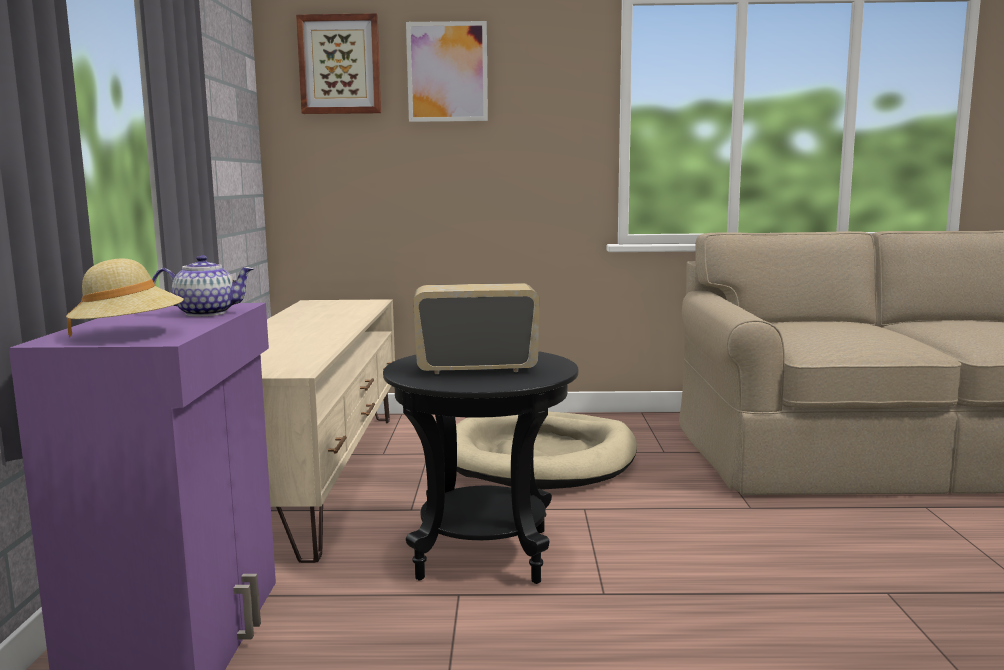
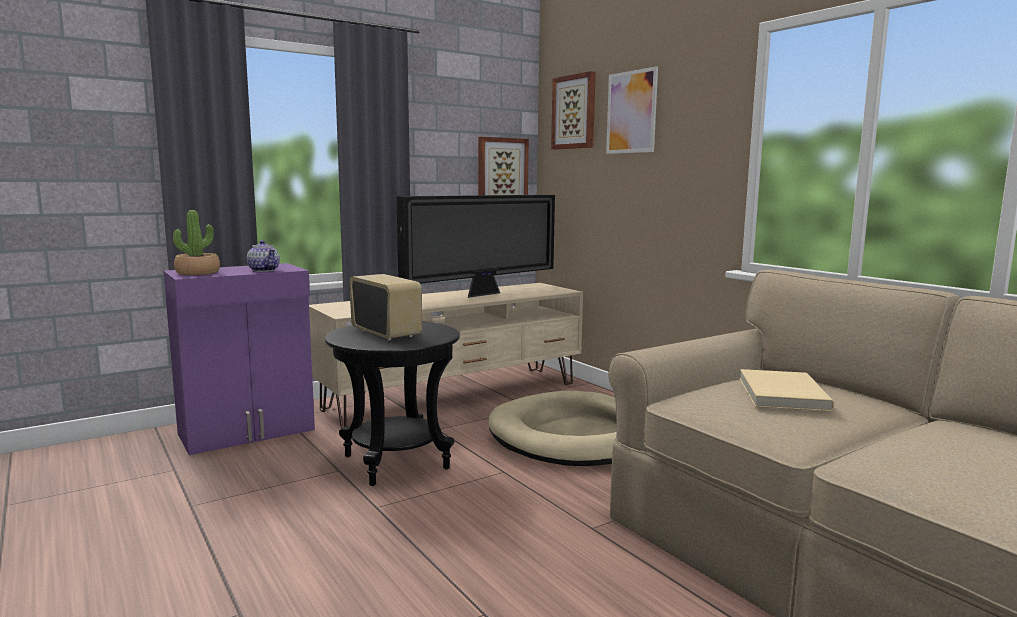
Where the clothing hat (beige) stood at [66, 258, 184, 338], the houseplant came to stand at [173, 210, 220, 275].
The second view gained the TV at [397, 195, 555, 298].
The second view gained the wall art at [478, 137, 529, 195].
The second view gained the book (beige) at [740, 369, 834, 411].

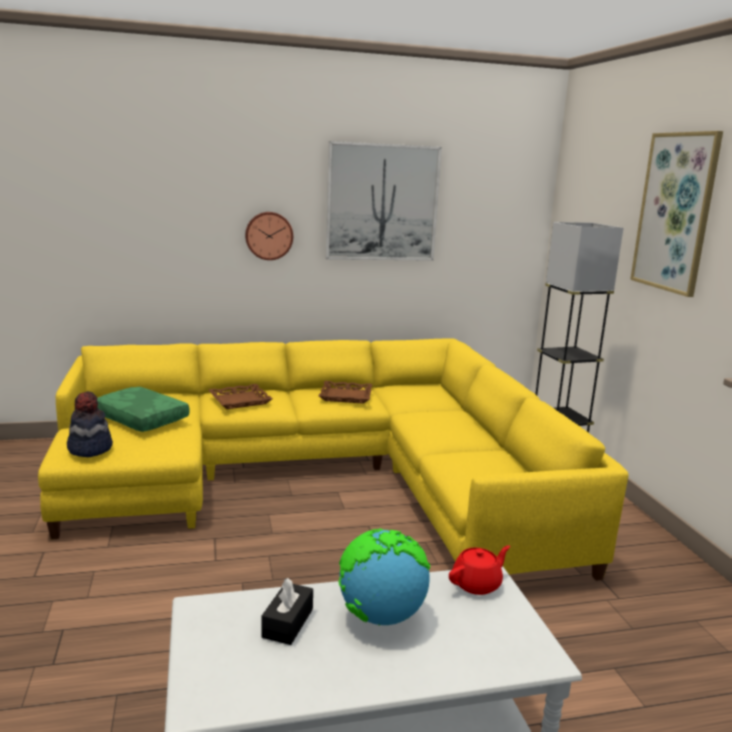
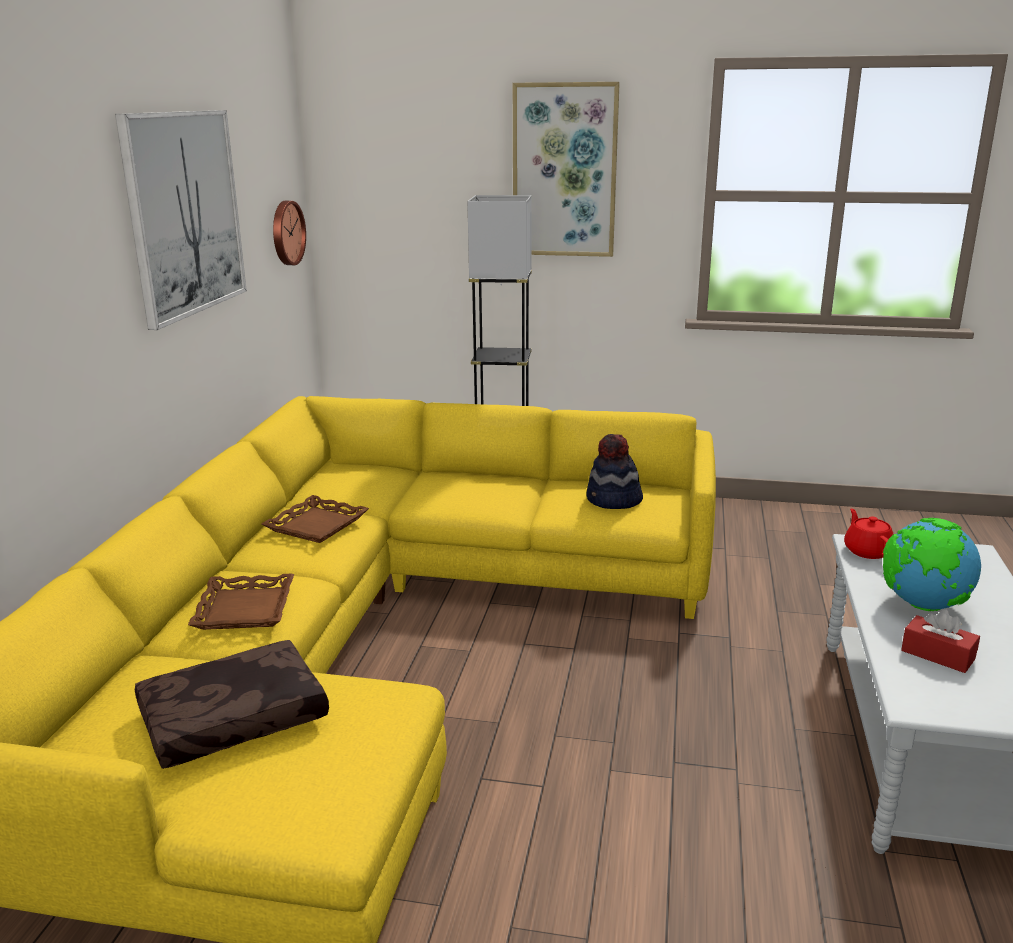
The clothing hat ended up elsewhere, having gone from [67, 391, 113, 457] to [586, 434, 643, 509].
What was the cushion (green-coloured) at [97, 387, 190, 432] turned into the cushion (brown-coloured) at [135, 640, 329, 769].
The clock on the wall ended up elsewhere, having gone from [245, 212, 293, 260] to [273, 201, 306, 265].
What was the tissue box (blackish) at [261, 578, 313, 645] turned into the tissue box (red) at [901, 609, 980, 673].

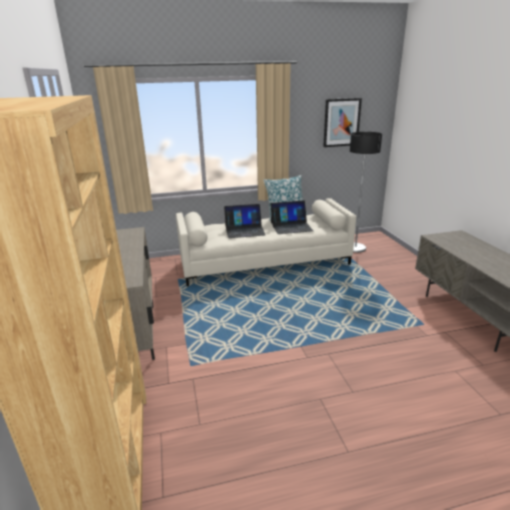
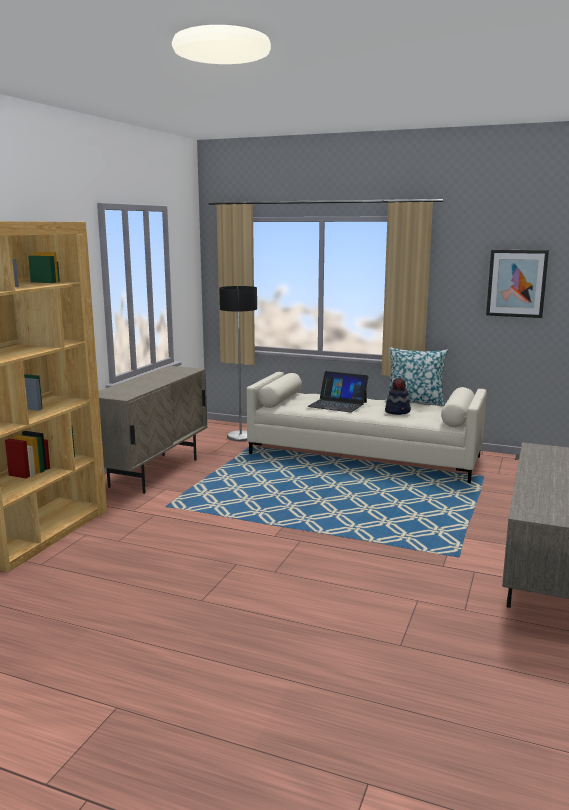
Where the portable computer stood at [270, 201, 313, 234], the clothing hat came to stand at [385, 377, 411, 415].
The floor lamp ended up elsewhere, having gone from [350, 132, 382, 253] to [219, 286, 257, 441].

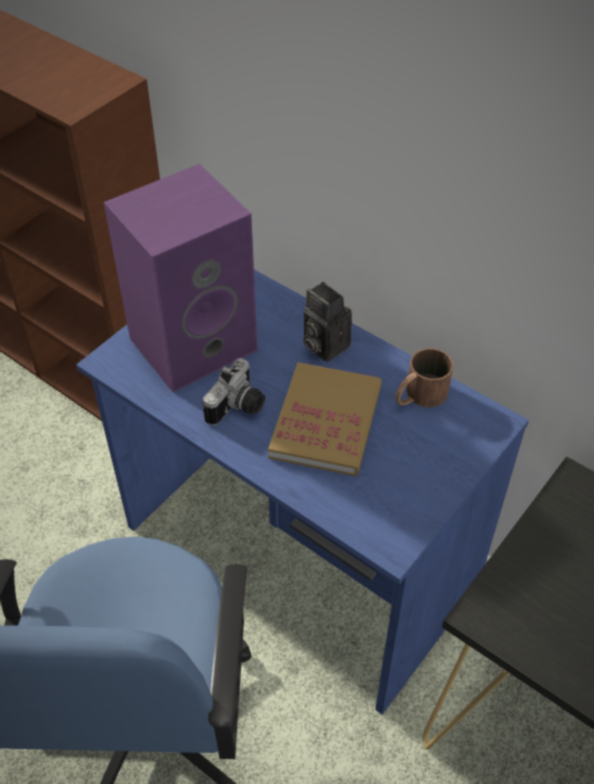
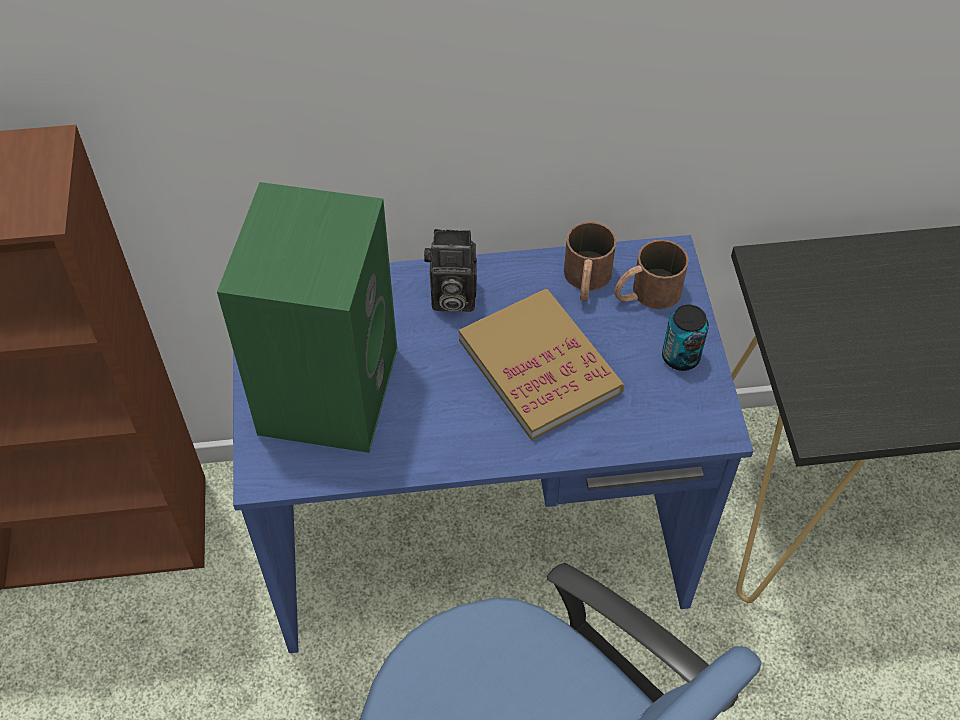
What was the speaker (purple) at [104, 164, 258, 393] turned into the speaker (green-coloured) at [217, 182, 397, 453].
The second view lost the still camera at [202, 358, 265, 426].
The second view gained the coffee mug (brown-coloured) at [614, 240, 688, 309].
The second view gained the sealed can at [662, 305, 709, 371].

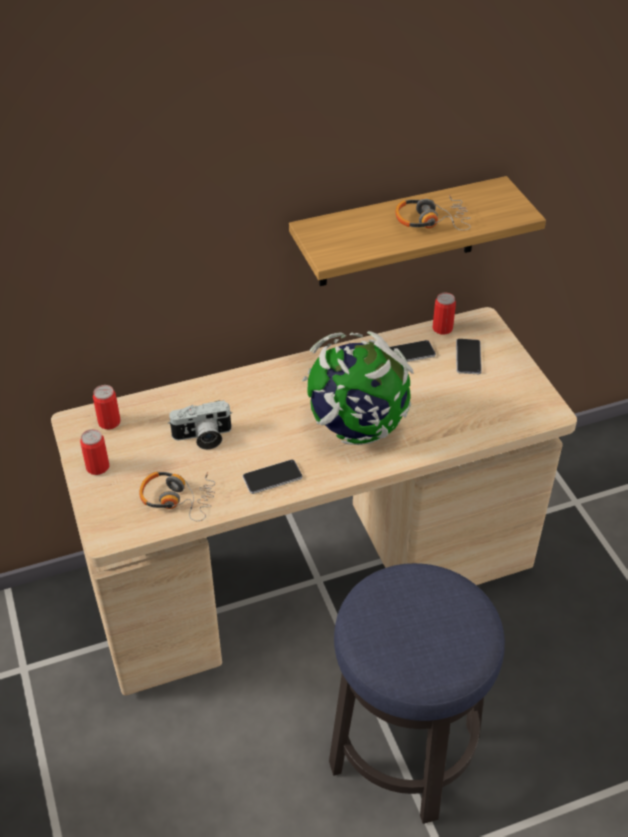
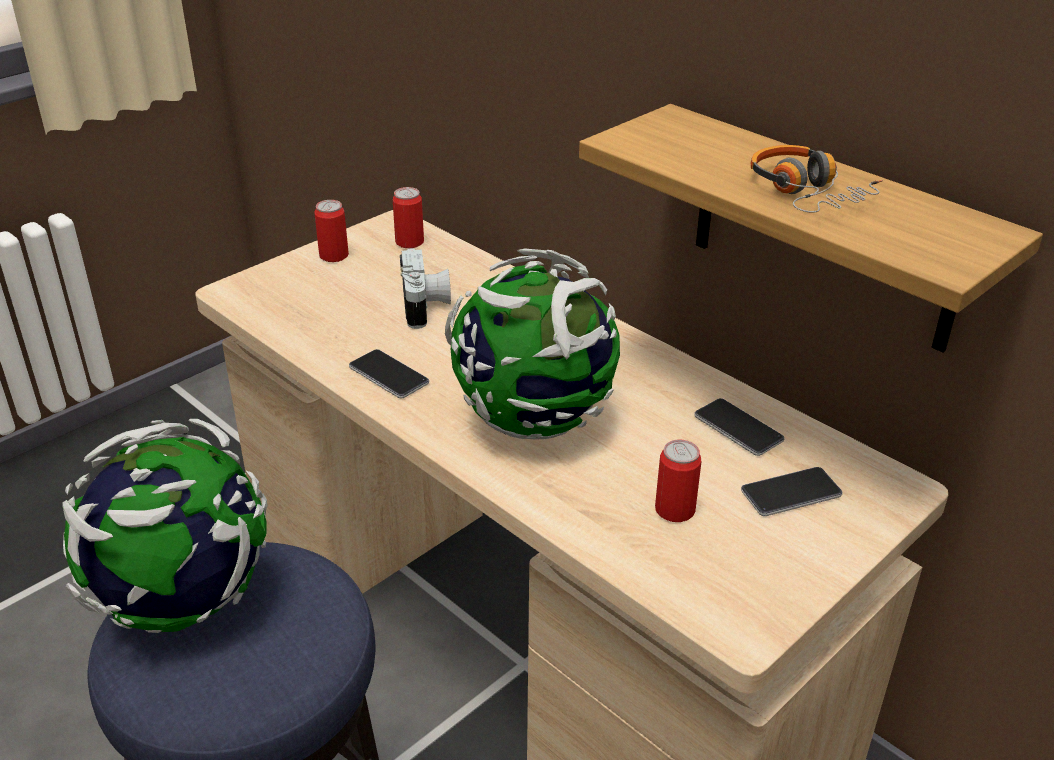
The second view lost the headphones at [139, 472, 215, 521].
The still camera at [168, 400, 233, 450] ended up facing another way, 150 degrees counterclockwise from before.
The sealed can ended up elsewhere, having gone from [433, 293, 456, 335] to [655, 440, 702, 522].
The second view gained the desk globe at [62, 419, 268, 633].

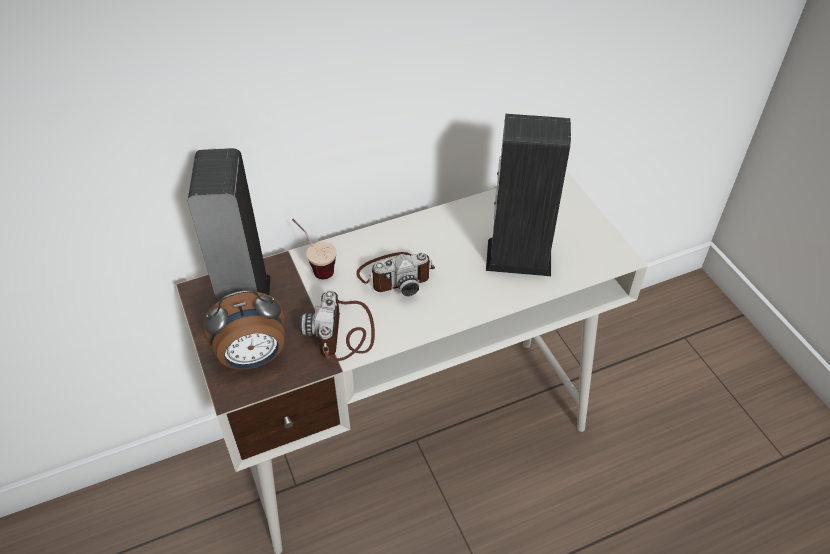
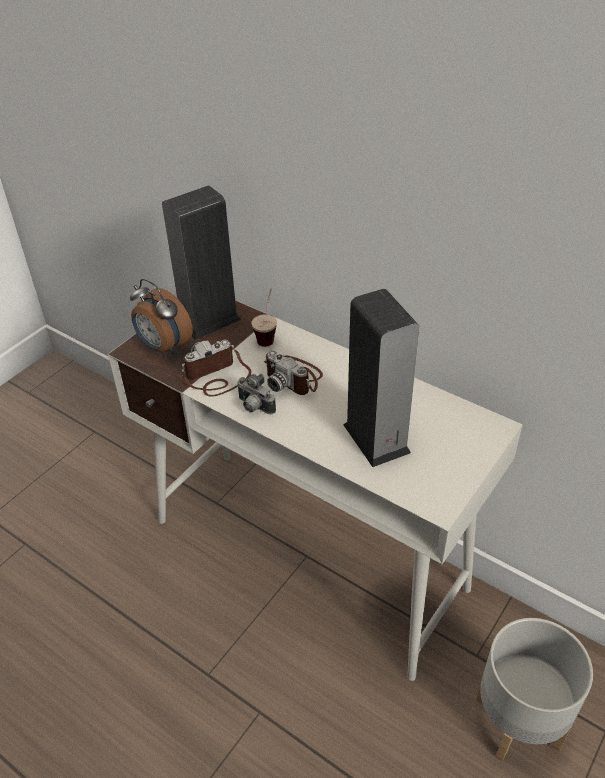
The second view gained the still camera at [237, 374, 276, 415].
The second view gained the planter (grey) at [476, 618, 593, 762].

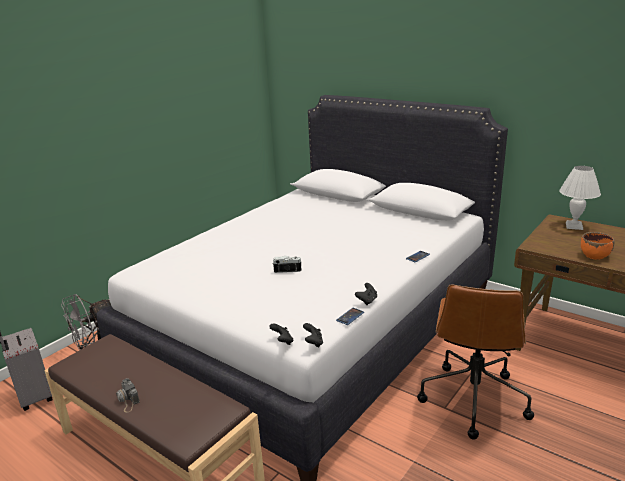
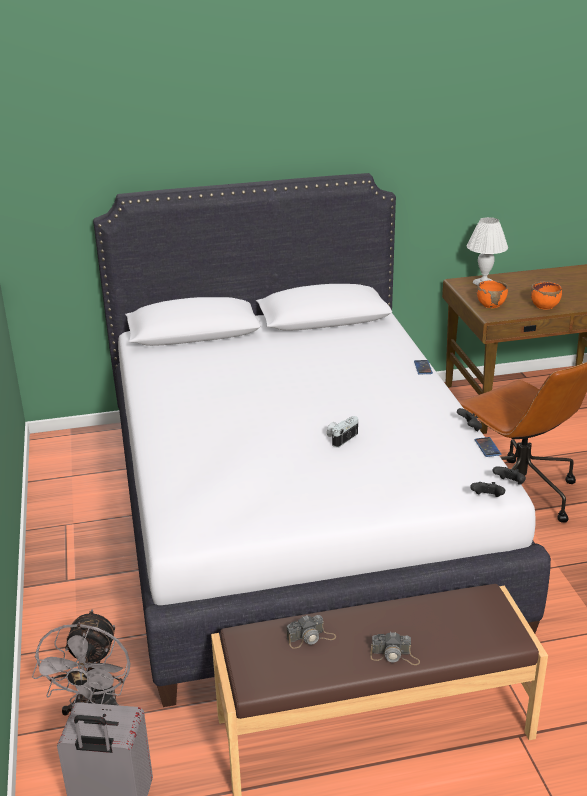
The second view gained the still camera at [287, 615, 336, 649].
The second view gained the serving bowl (orange) at [477, 280, 508, 308].

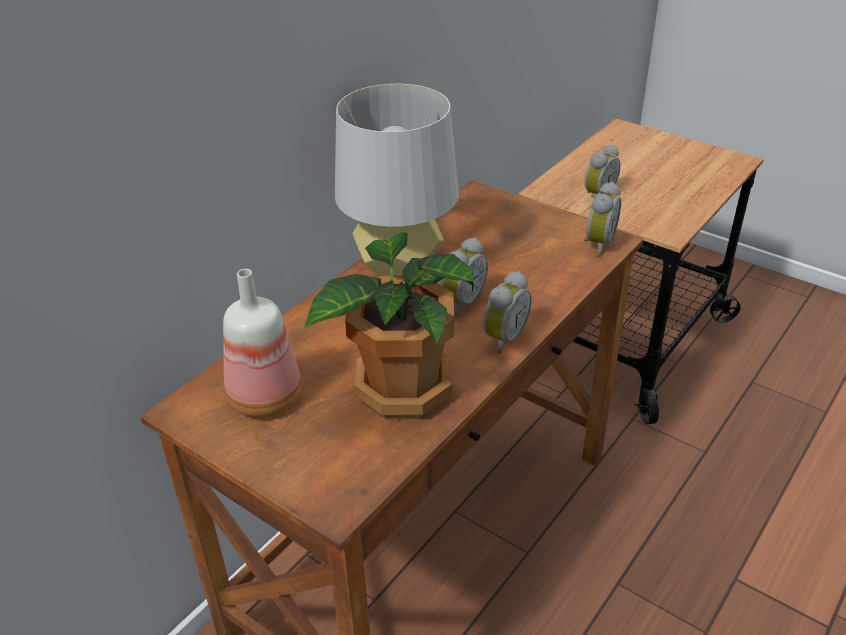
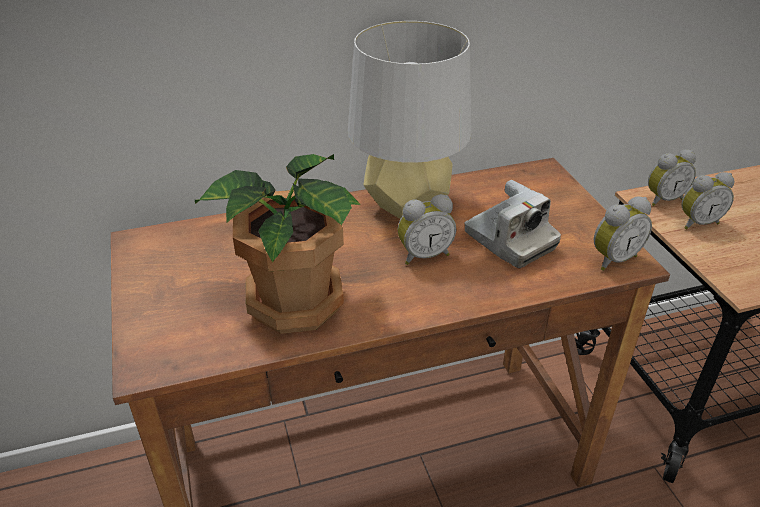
The second view lost the beverage bottle at [223, 269, 301, 417].
The bedside clock ended up elsewhere, having gone from [483, 271, 532, 354] to [648, 149, 696, 206].
The second view gained the still camera at [465, 180, 561, 268].

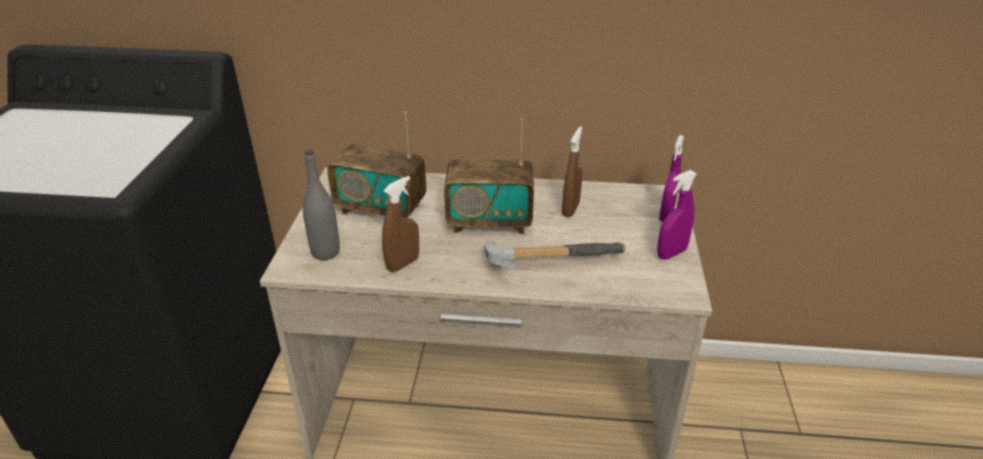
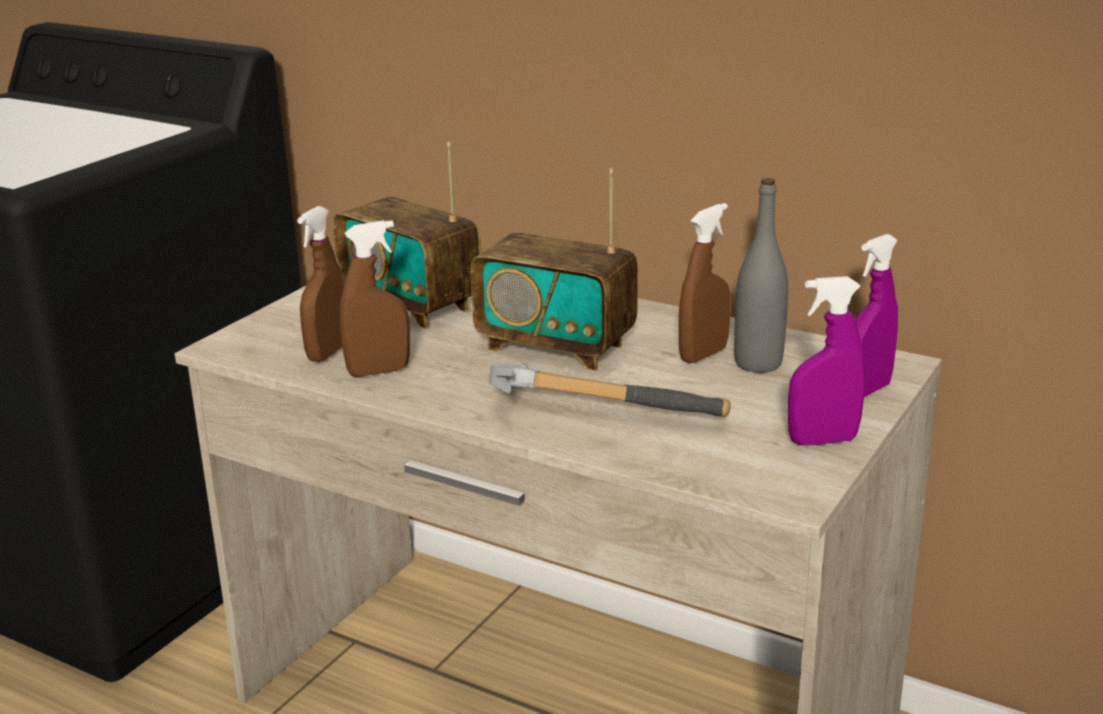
The beverage bottle (grey) ended up elsewhere, having gone from [303, 149, 340, 260] to [734, 178, 788, 373].
The second view gained the spray bottle (brown-coloured) at [297, 206, 344, 362].

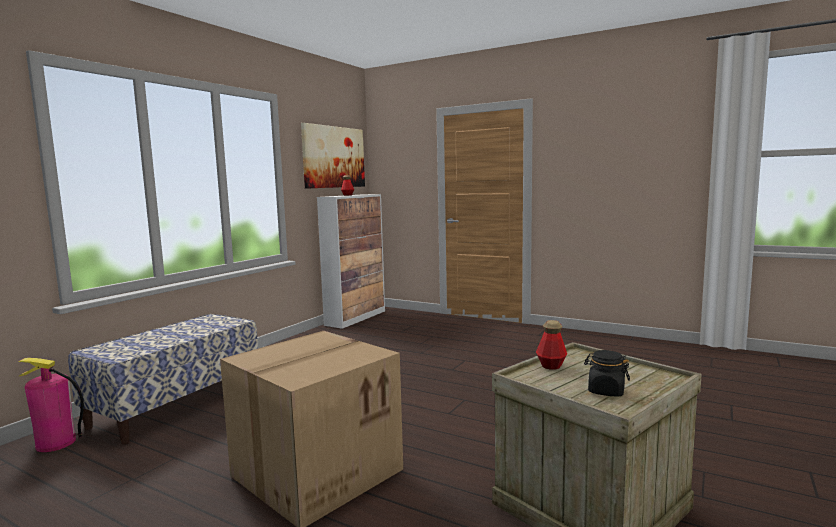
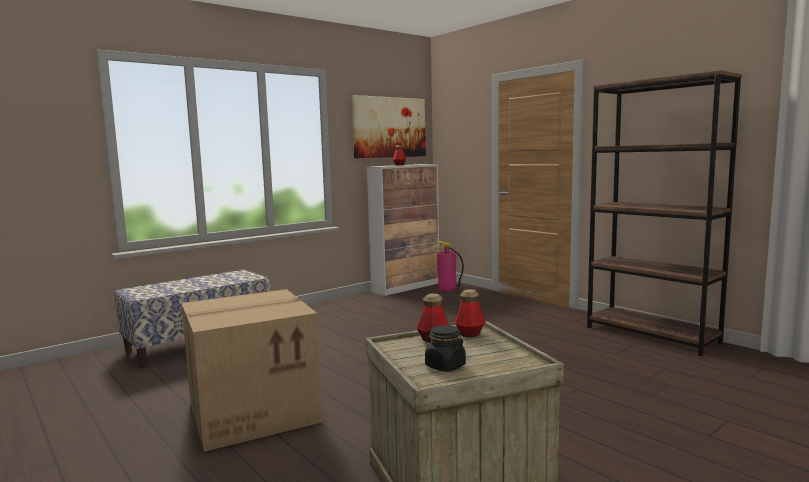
The fire extinguisher ended up elsewhere, having gone from [18, 358, 84, 452] to [434, 241, 464, 291].
The second view gained the beverage bottle at [455, 289, 486, 337].
The second view gained the shelving unit (brown-coloured) at [587, 70, 742, 356].

